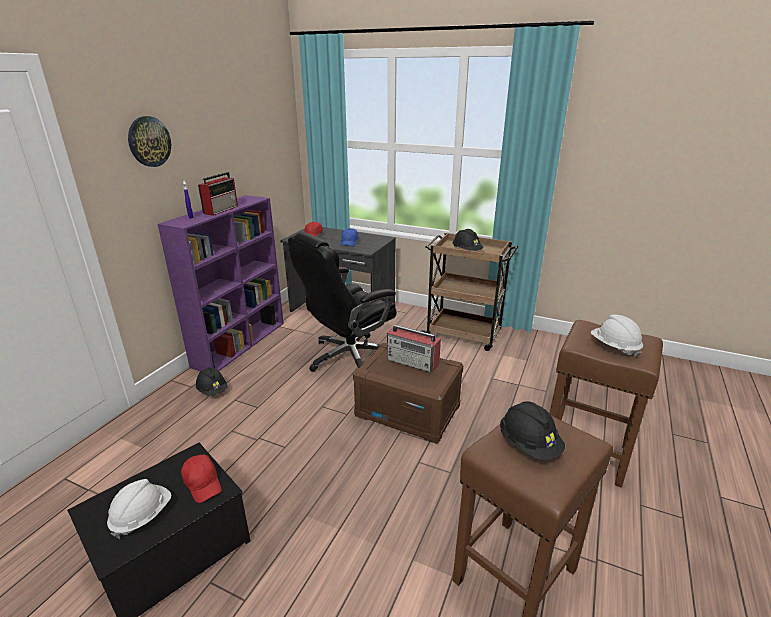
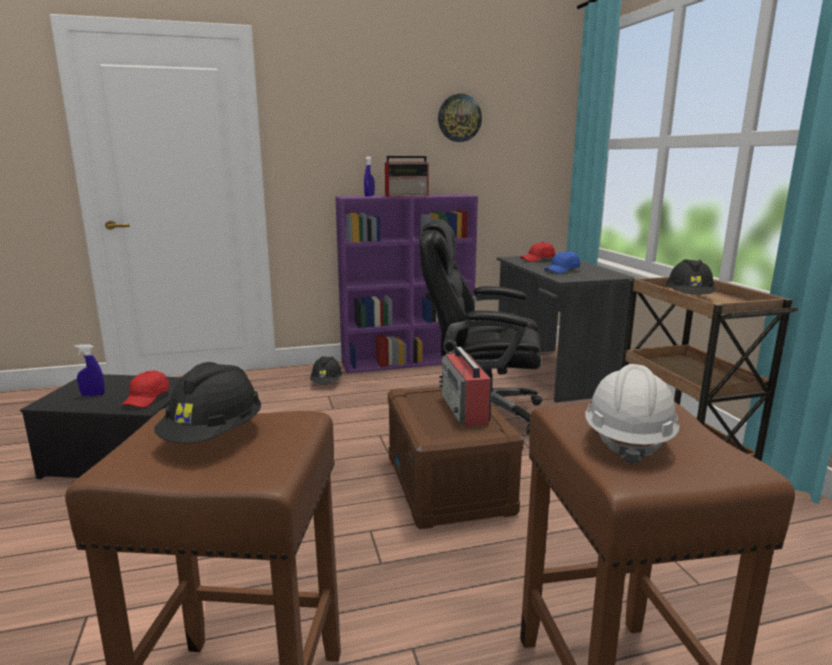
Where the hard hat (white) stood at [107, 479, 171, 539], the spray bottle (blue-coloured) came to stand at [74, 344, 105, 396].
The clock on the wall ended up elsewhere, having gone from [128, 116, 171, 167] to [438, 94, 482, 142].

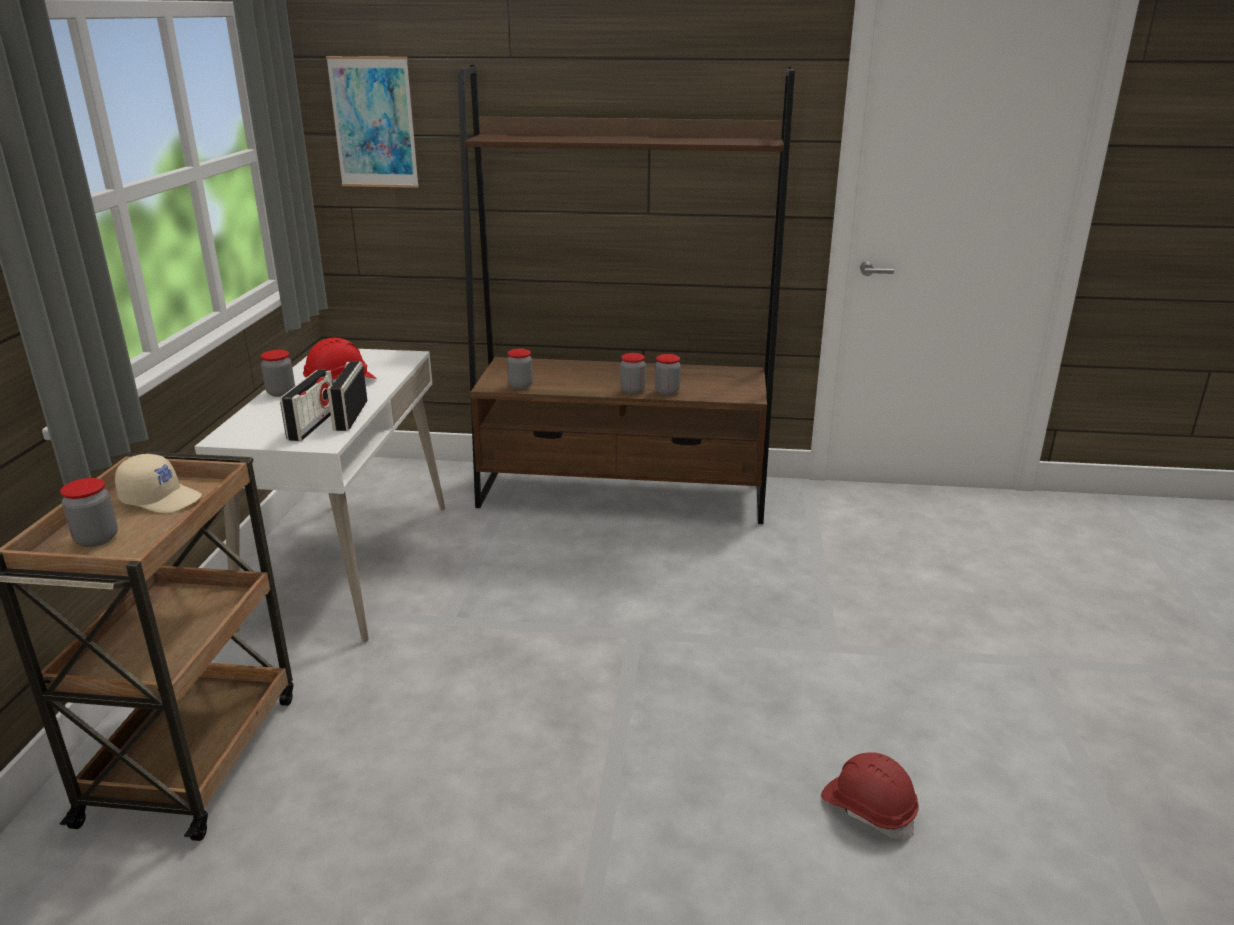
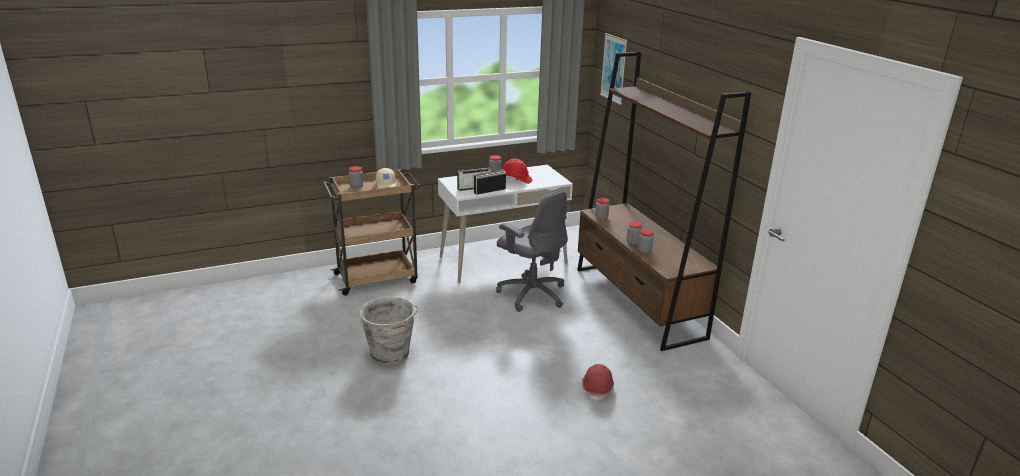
The hard hat (red) ended up elsewhere, having gone from [821, 752, 919, 839] to [582, 364, 614, 402].
The second view gained the pail (grey) at [359, 297, 418, 365].
The second view gained the office chair (grey) at [496, 190, 568, 312].

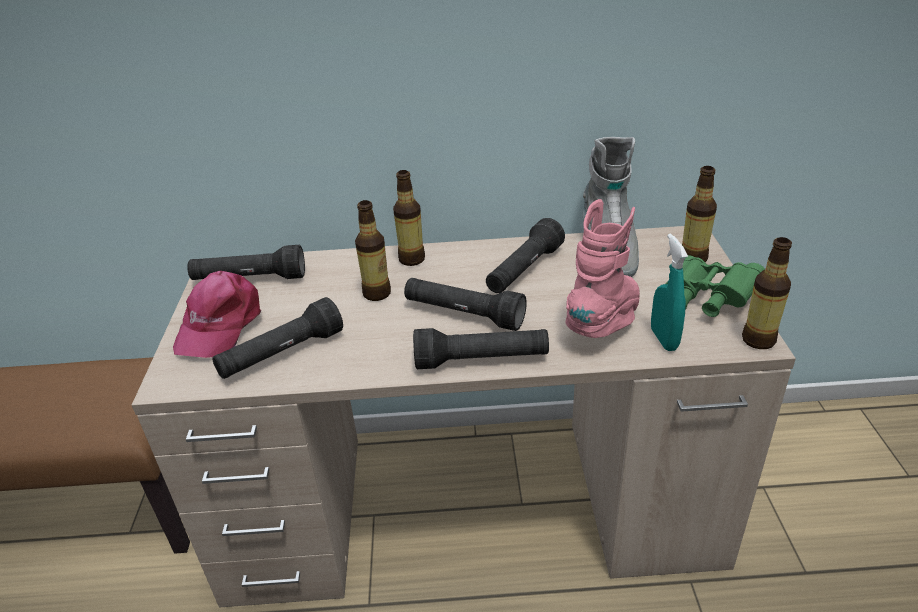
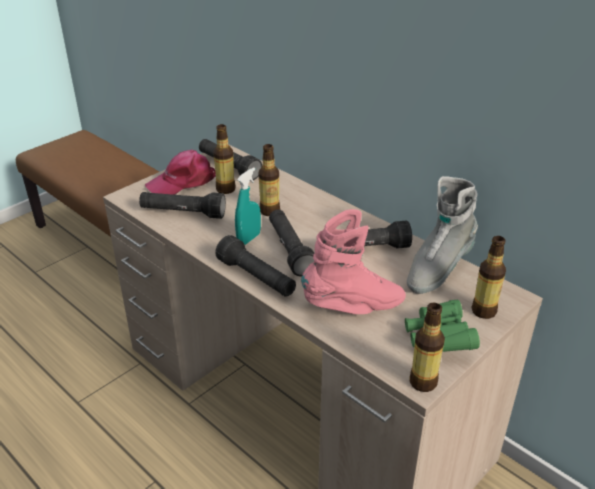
The beverage bottle ended up elsewhere, having gone from [393, 170, 425, 266] to [213, 124, 236, 194].
The spray bottle (turquoise) ended up elsewhere, having gone from [651, 234, 688, 351] to [235, 167, 261, 245].

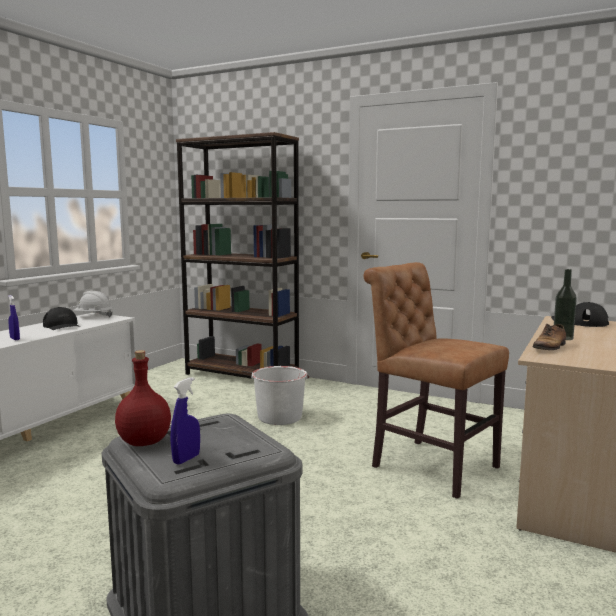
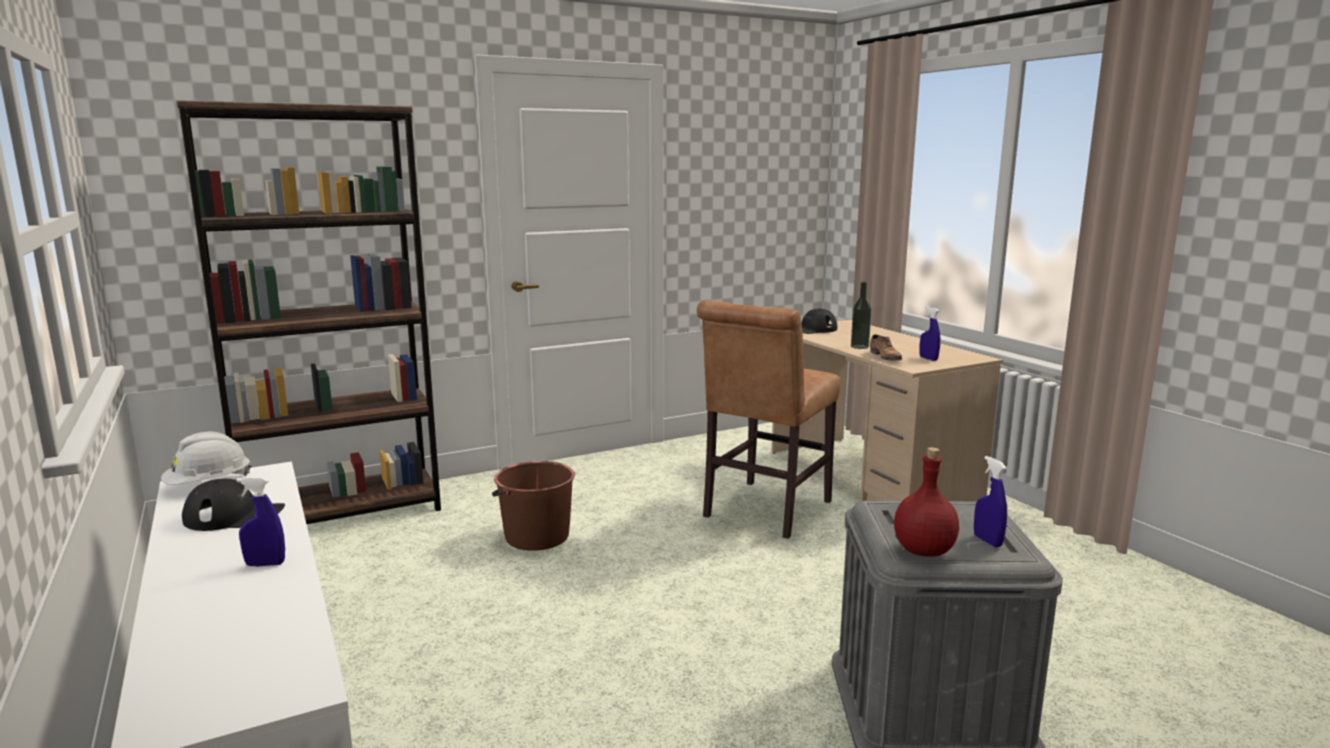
What was the pail (white) at [250, 366, 309, 425] turned into the pail (brown-coloured) at [492, 461, 575, 551].
The upright chair (brown-coloured) at [364, 262, 509, 499] ended up facing another way, 45 degrees counterclockwise from before.
The second view gained the spray bottle (blue-coloured) at [919, 306, 940, 361].

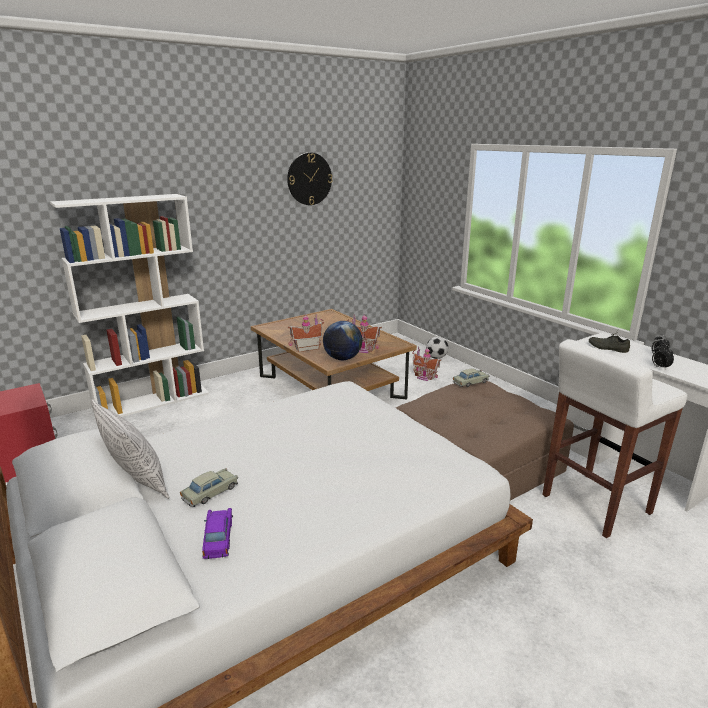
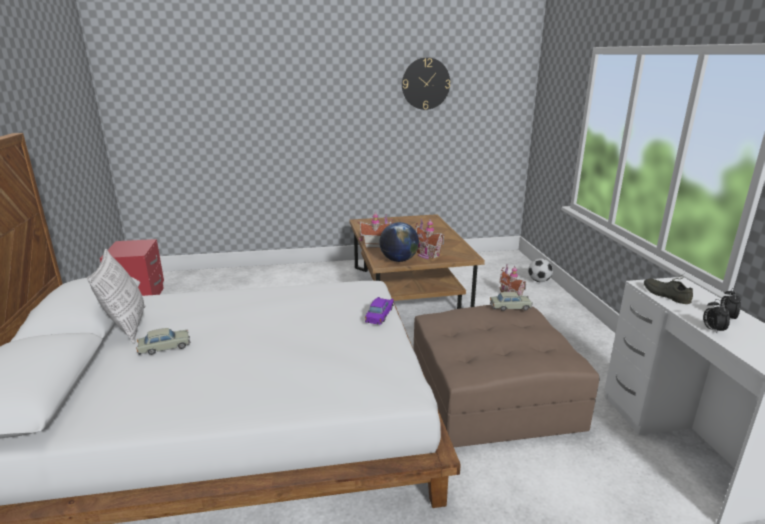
The second view lost the shelving unit (white) at [50, 194, 209, 417].
The toy car (purple) ended up elsewhere, having gone from [202, 508, 233, 559] to [365, 297, 394, 324].
The second view lost the stool (white) at [542, 339, 688, 538].

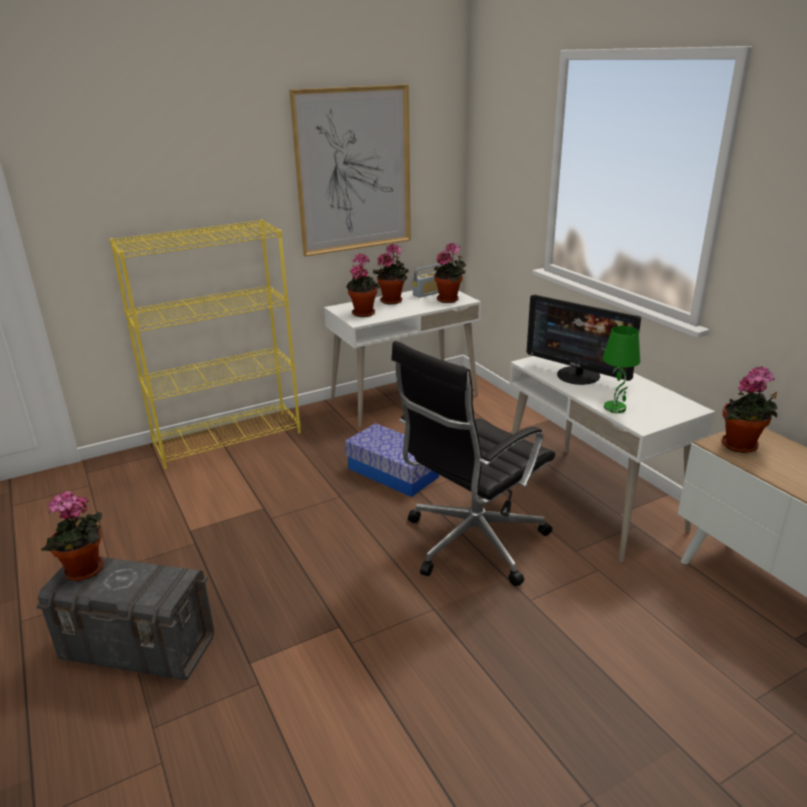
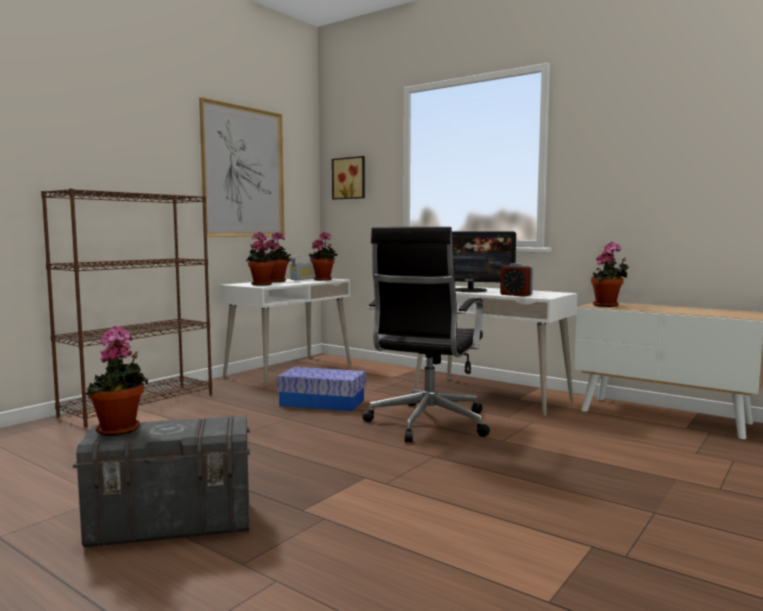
What was the shelving unit (yellow) at [109, 220, 301, 470] turned into the shelving unit (brown-coloured) at [41, 188, 212, 428].
Where the lamp for a table (green-coloured) stood at [602, 326, 640, 413], the bedside clock came to stand at [500, 263, 533, 297].
The second view gained the wall art at [332, 156, 365, 200].

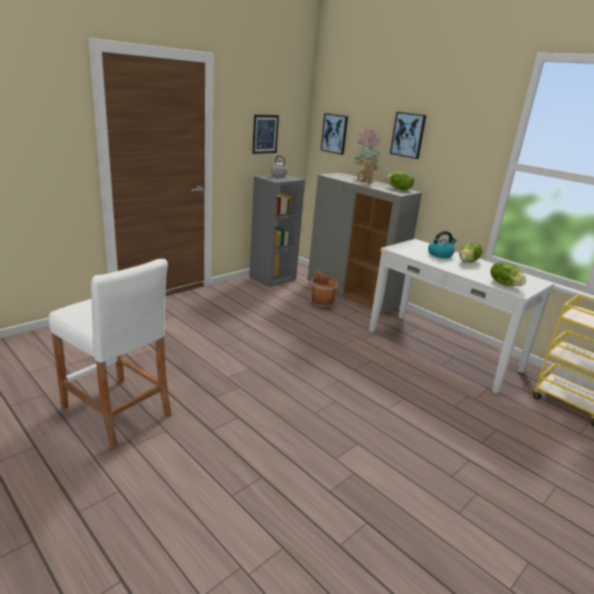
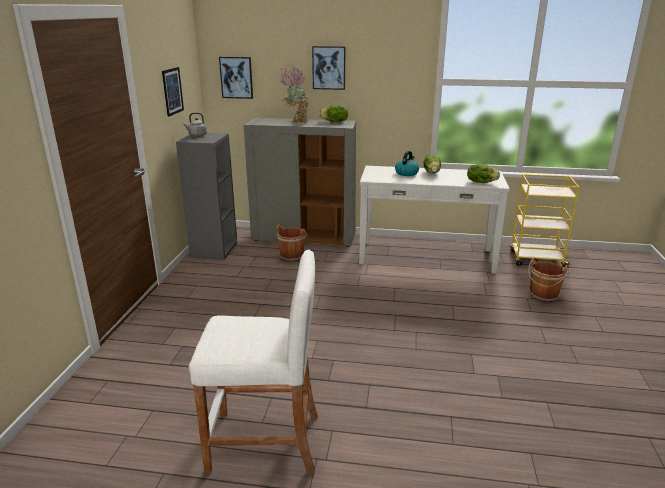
The second view gained the pail (brown-coloured) at [528, 258, 568, 302].

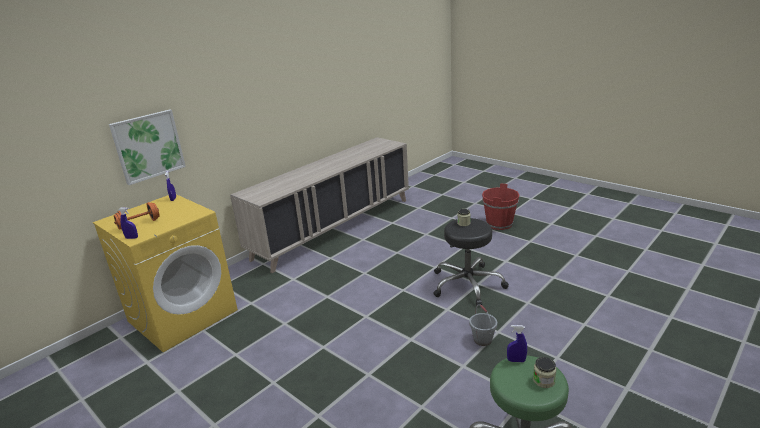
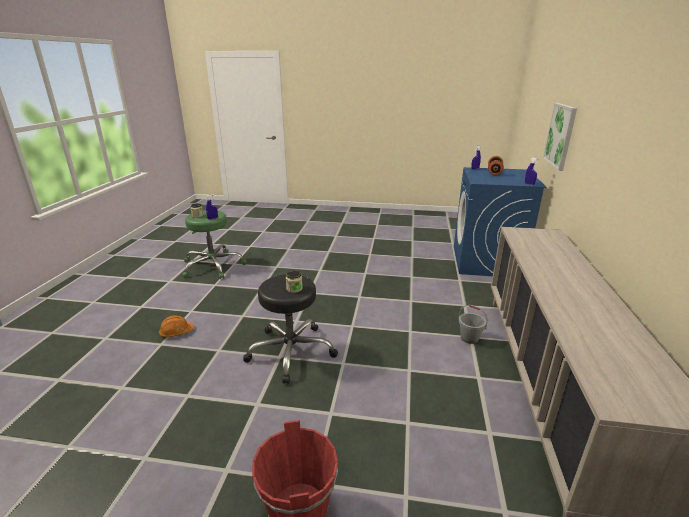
What was the laundry machine (yellow) at [93, 194, 238, 352] turned into the laundry machine (blue-coloured) at [454, 167, 547, 276].
The pail (grey) ended up elsewhere, having gone from [469, 304, 497, 346] to [459, 305, 488, 344].
The second view gained the hard hat (orange) at [159, 315, 194, 337].

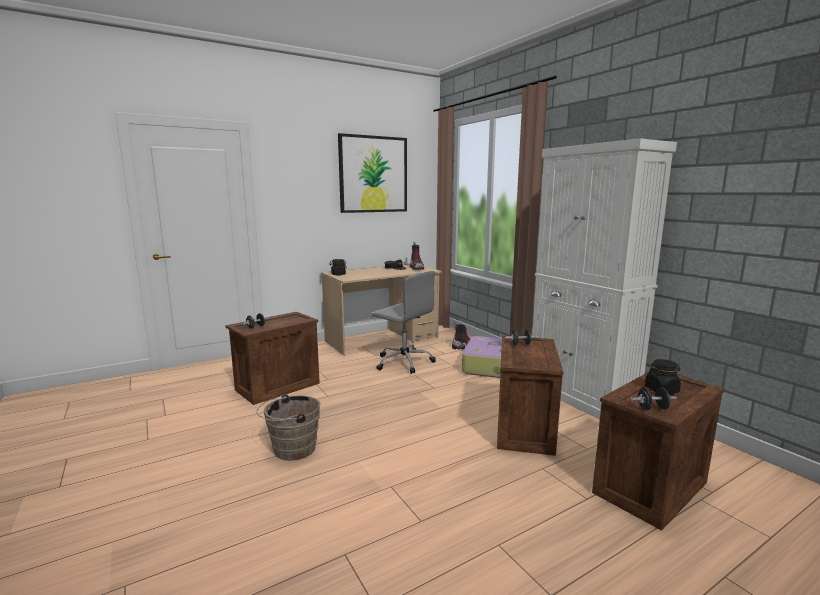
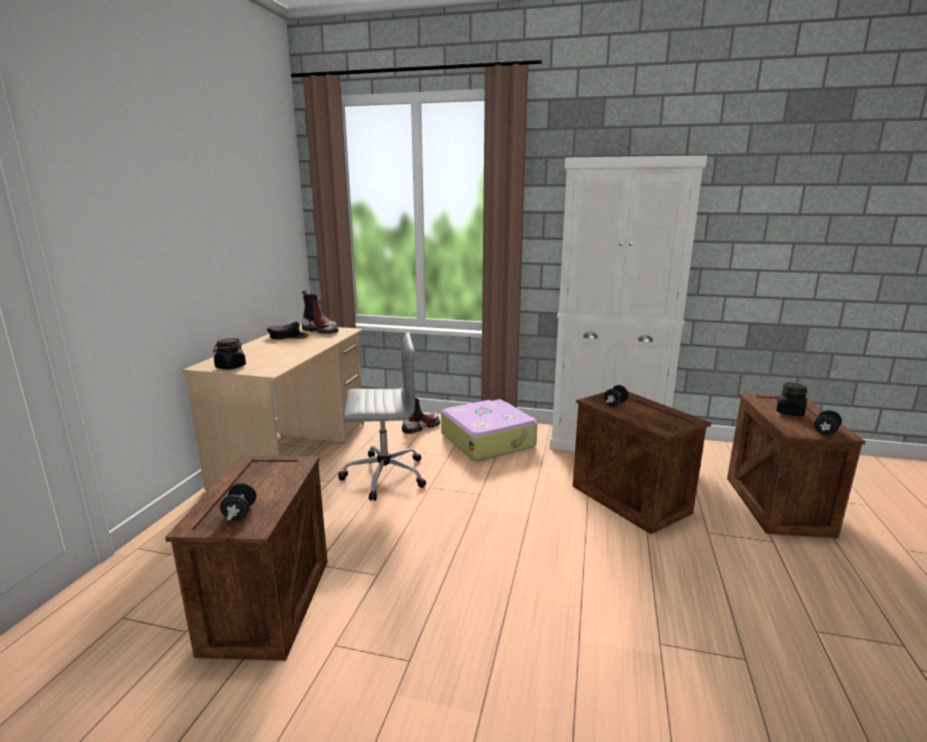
The second view lost the pail (brown-coloured) at [256, 394, 320, 461].
The second view lost the wall art at [338, 133, 407, 213].

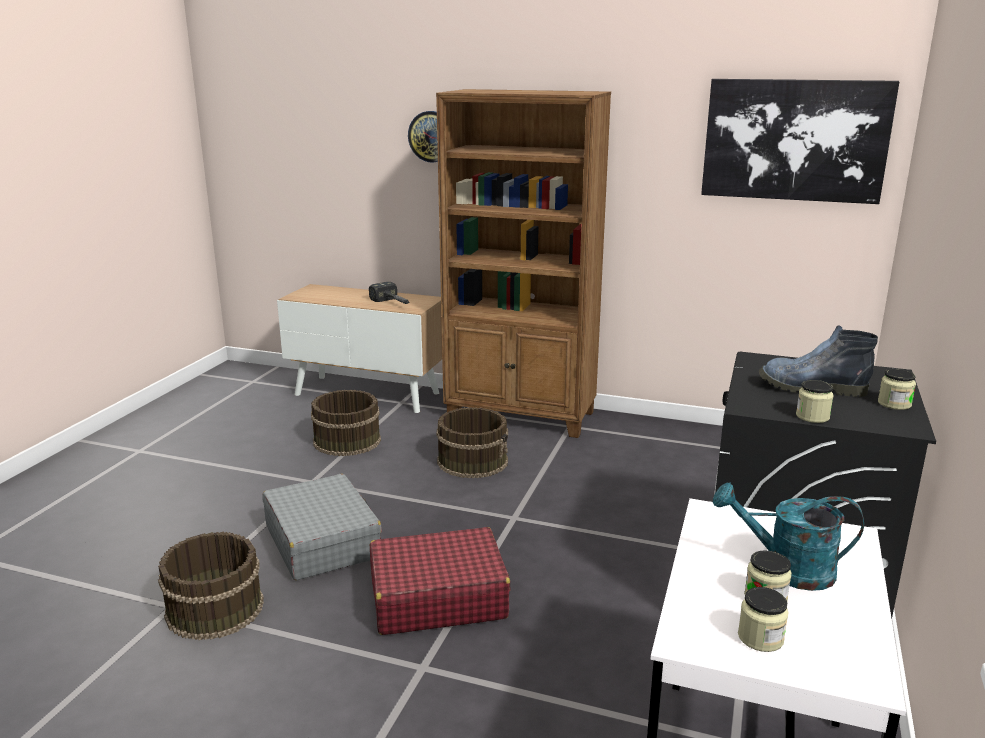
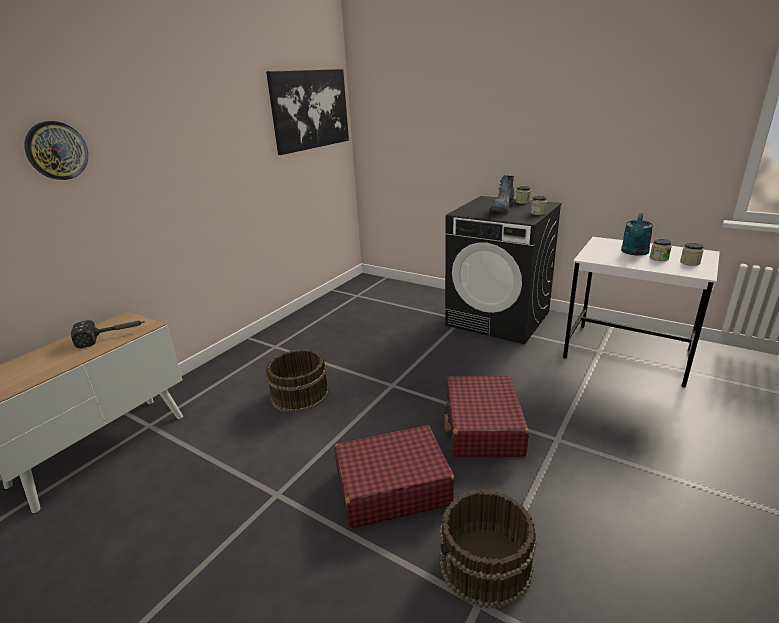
What was the travel case (grey) at [263, 474, 382, 580] turned into the travel case (red) at [334, 425, 455, 528].
The second view lost the pail (brown-coloured) at [311, 390, 381, 456].
The second view lost the shelving unit (brown-coloured) at [436, 89, 611, 438].

